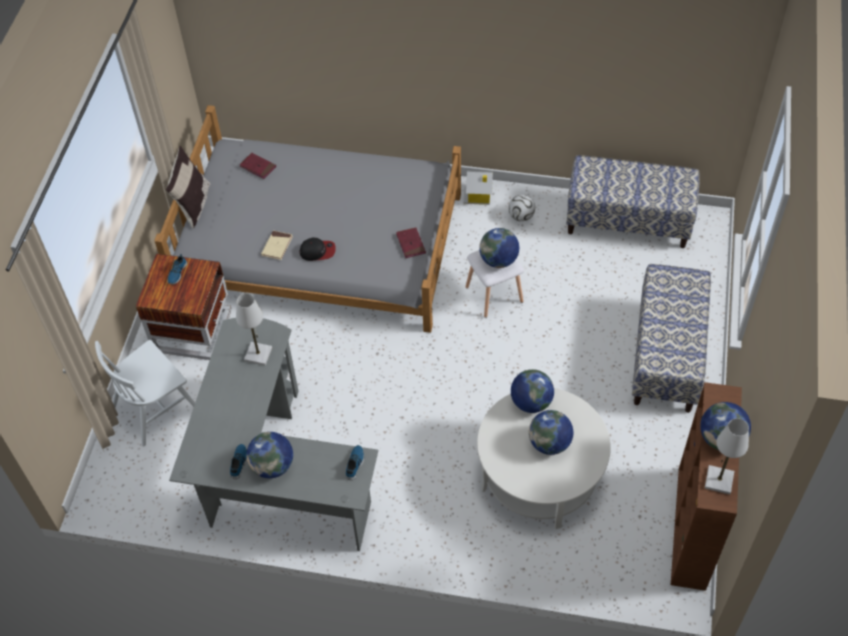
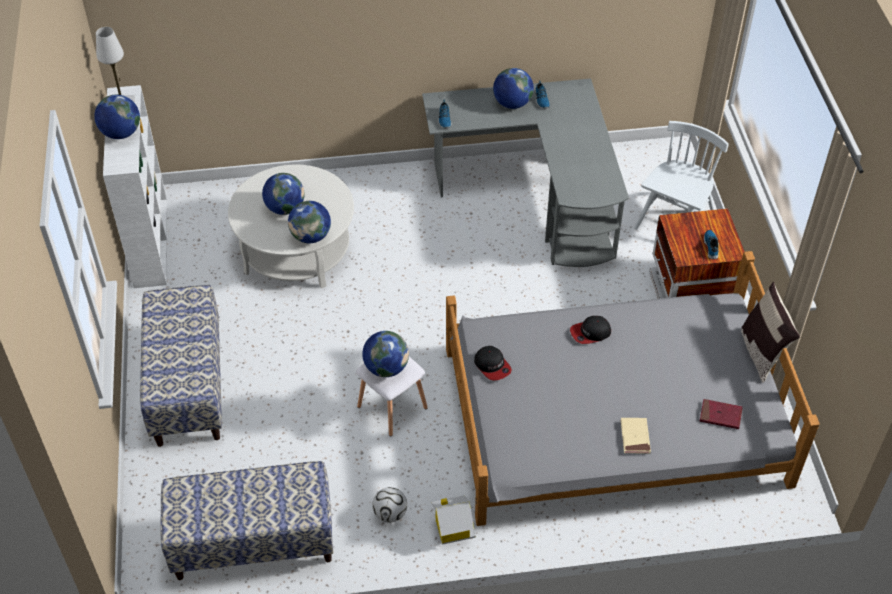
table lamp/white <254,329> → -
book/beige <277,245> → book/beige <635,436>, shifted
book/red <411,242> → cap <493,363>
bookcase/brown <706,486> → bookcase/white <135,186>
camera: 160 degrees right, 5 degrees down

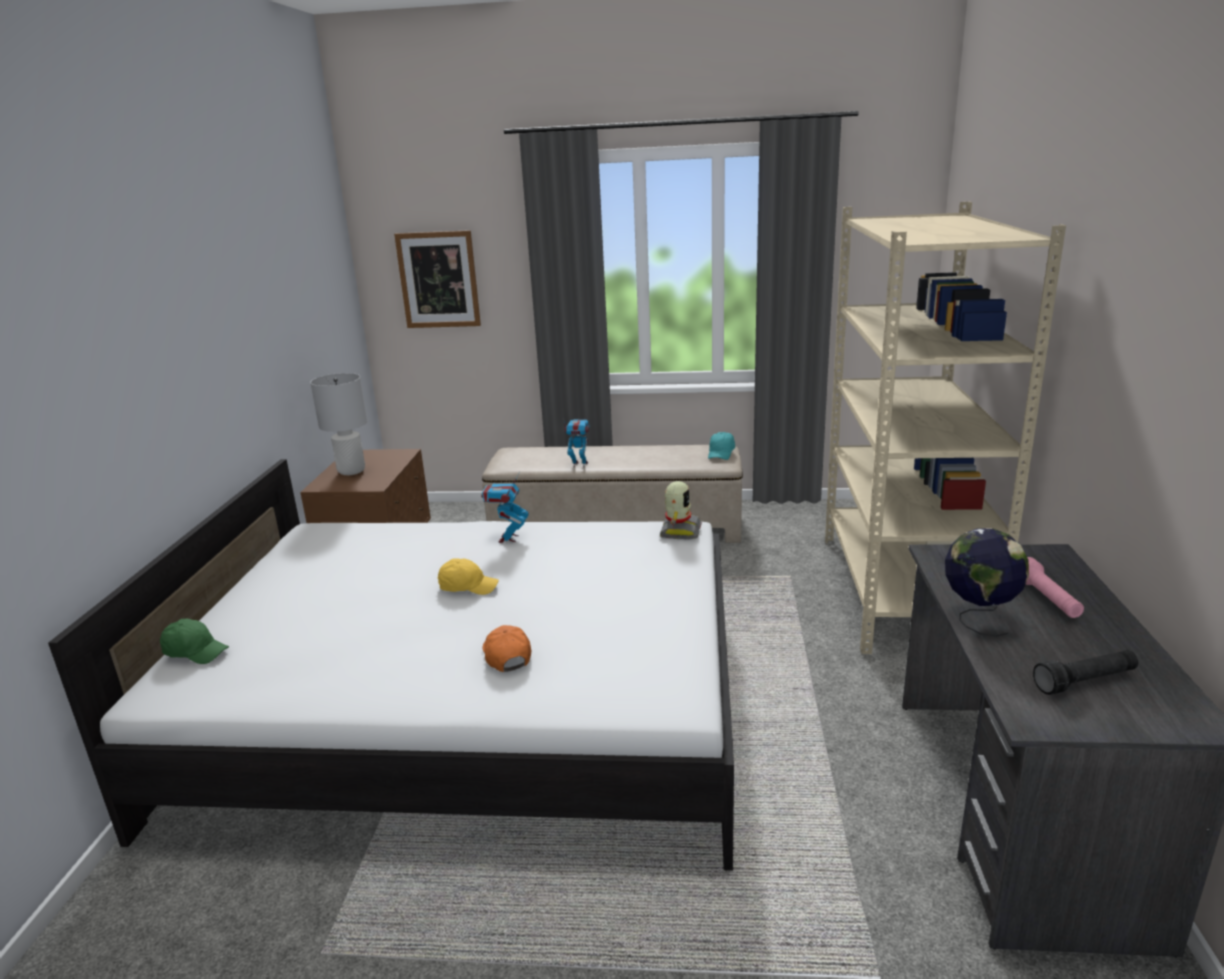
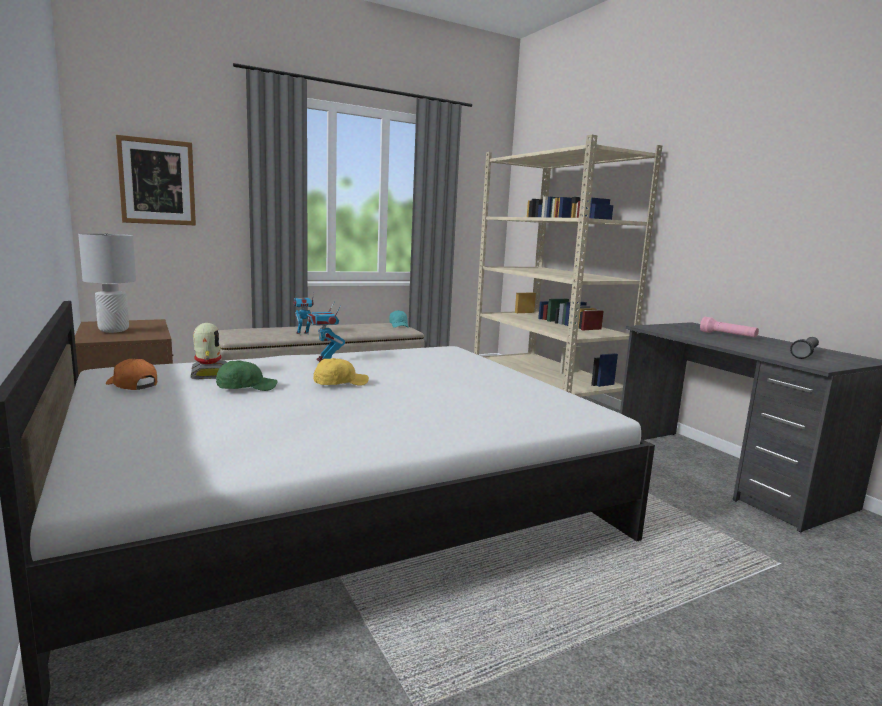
cap/green <194,641> → cap/green <246,375>, shifted
cap/orange <506,648> → cap/orange <131,374>, shifted
toy robot <681,510> → toy robot <209,351>, shifted
globe <987,582> → -
camera: 35 degrees left, 10 degrees down

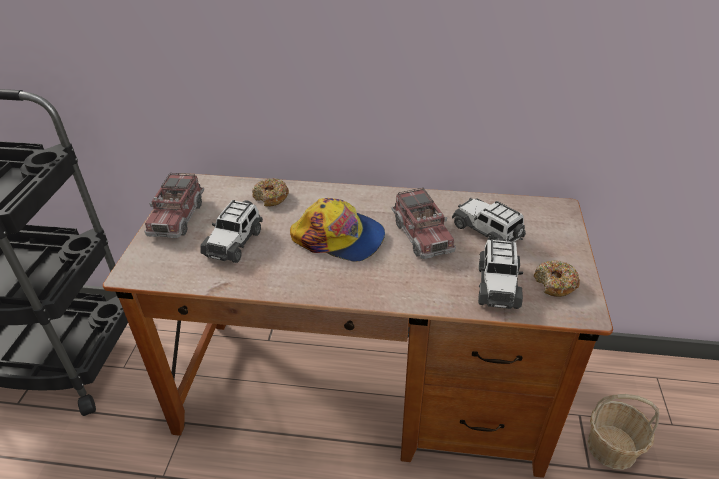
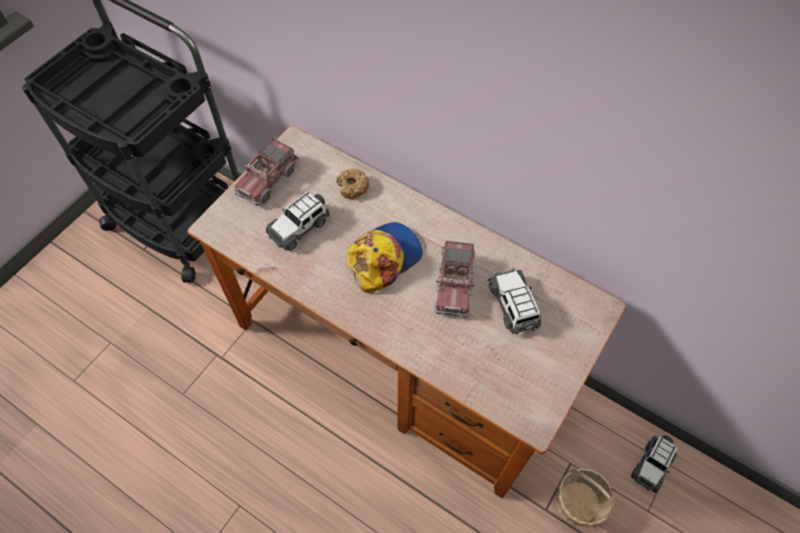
cap <337,230> → cap <384,257>, 90 degrees counterclockwise
toy car <500,273> → toy car <654,464>, shifted
donut <557,278> → -
camera: 25 degrees right, 20 degrees up

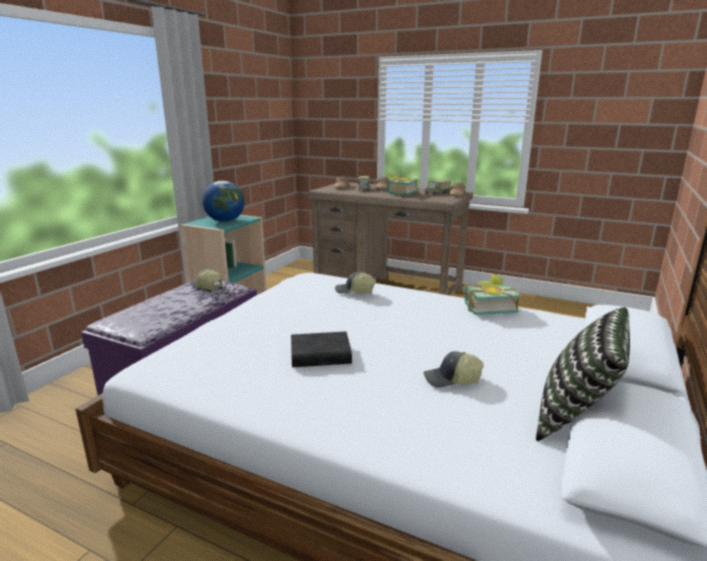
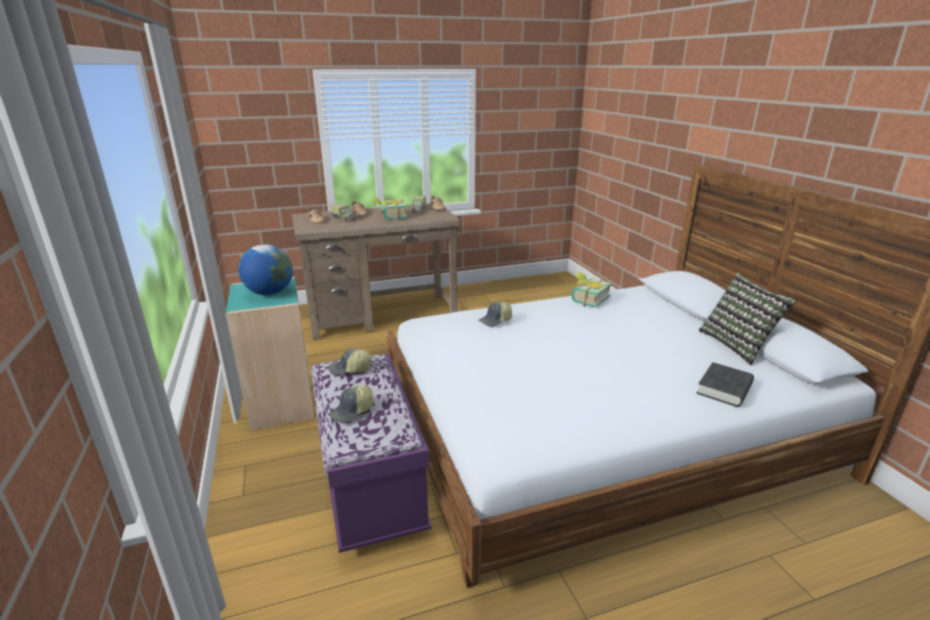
book/black <321,349> → book/black <725,384>, shifted
cap <453,369> → cap <350,404>, shifted
camera: 45 degrees left, 5 degrees up

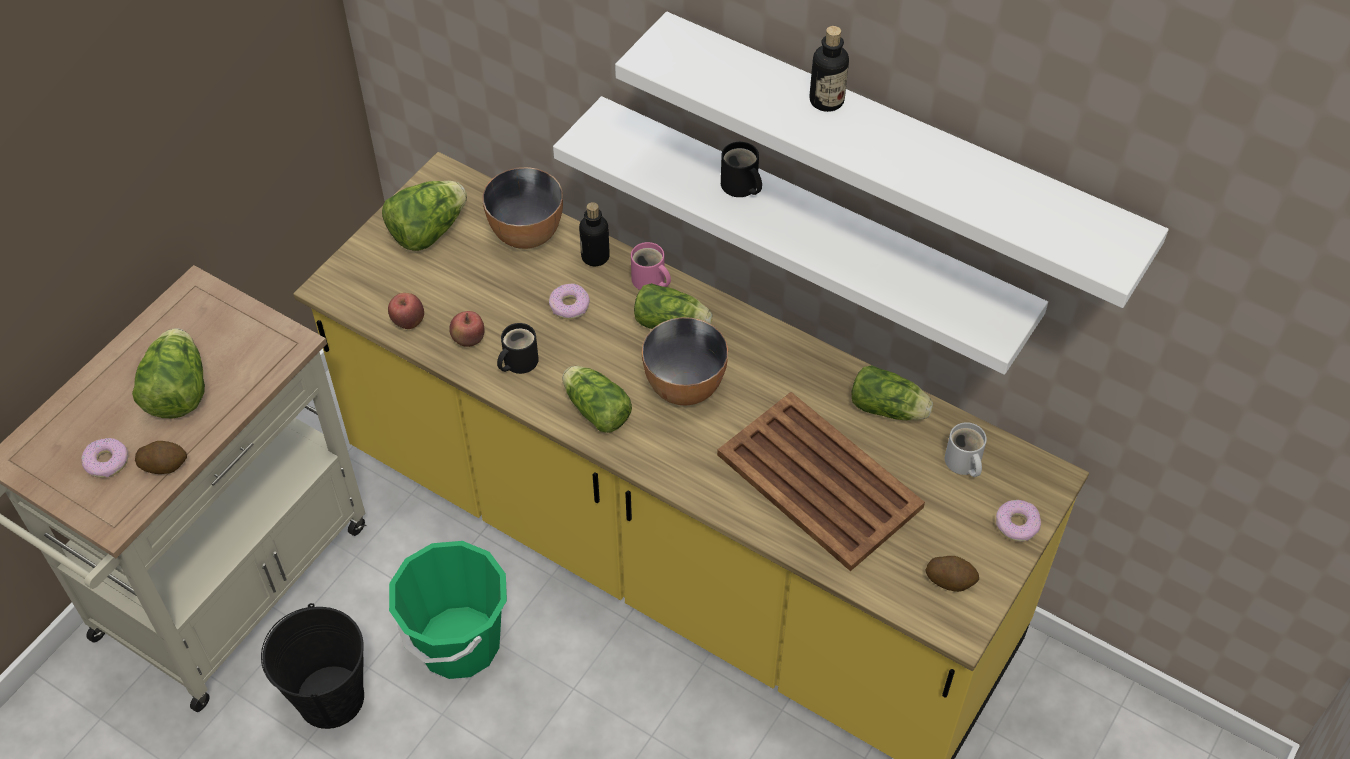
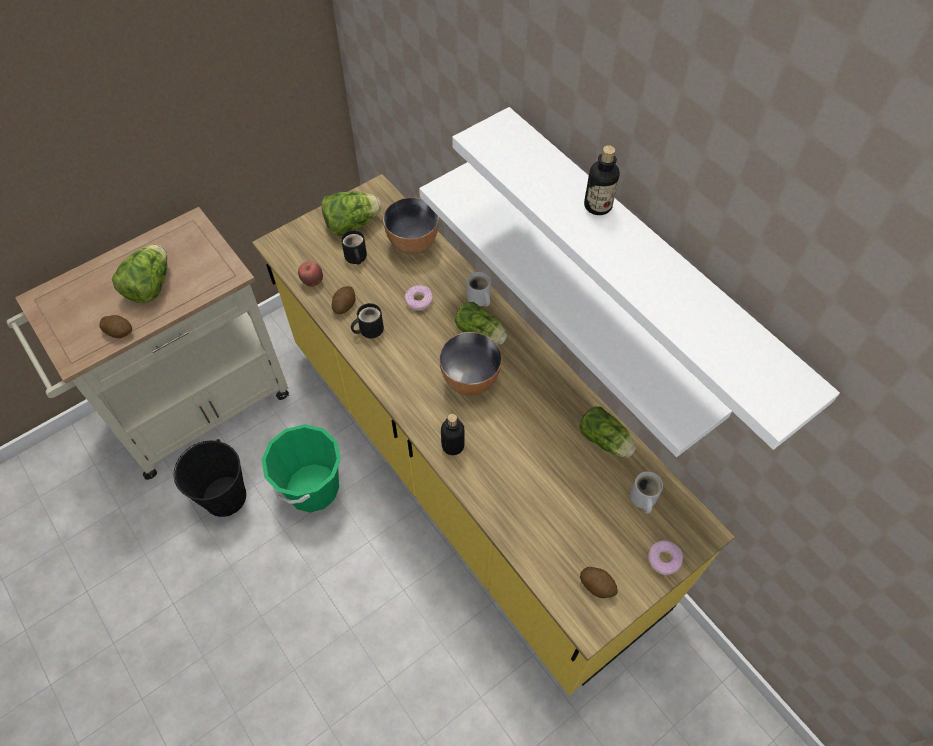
donut <104,458> → -
apple <467,329> → potato <343,300>
lettuce <597,399> → -
bottle <594,234> → bottle <452,434>, shifted
mug/pink <651,266> → mug/white <479,289>
tray/brown <821,481> → -
mug/black <741,169> → mug/black <354,247>, shifted
camera: 20 degrees right, 5 degrees up

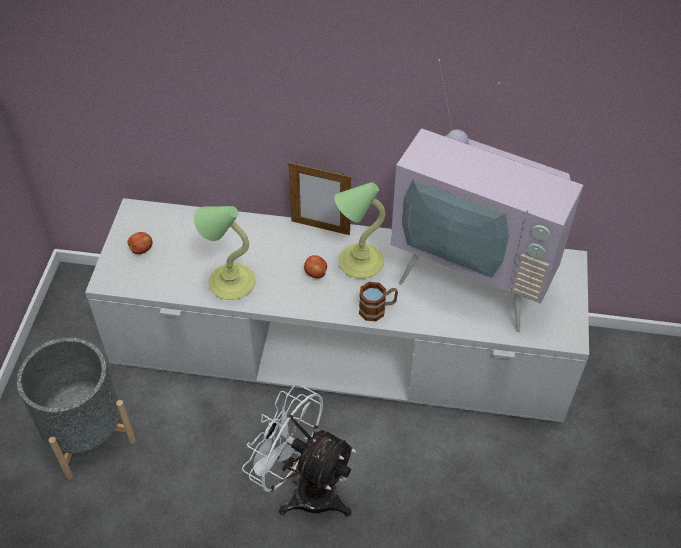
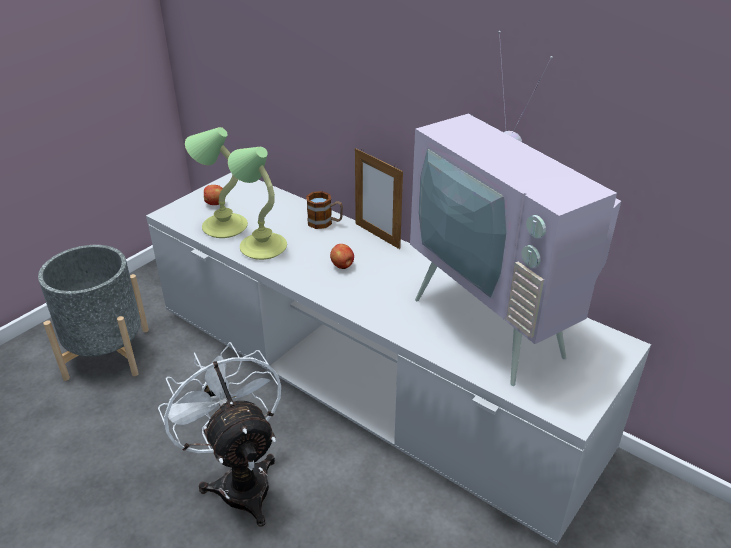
table lamp <360,230> → table lamp <216,182>, shifted
mug <378,302> → mug <324,210>, shifted
camera: 30 degrees right, 15 degrees down

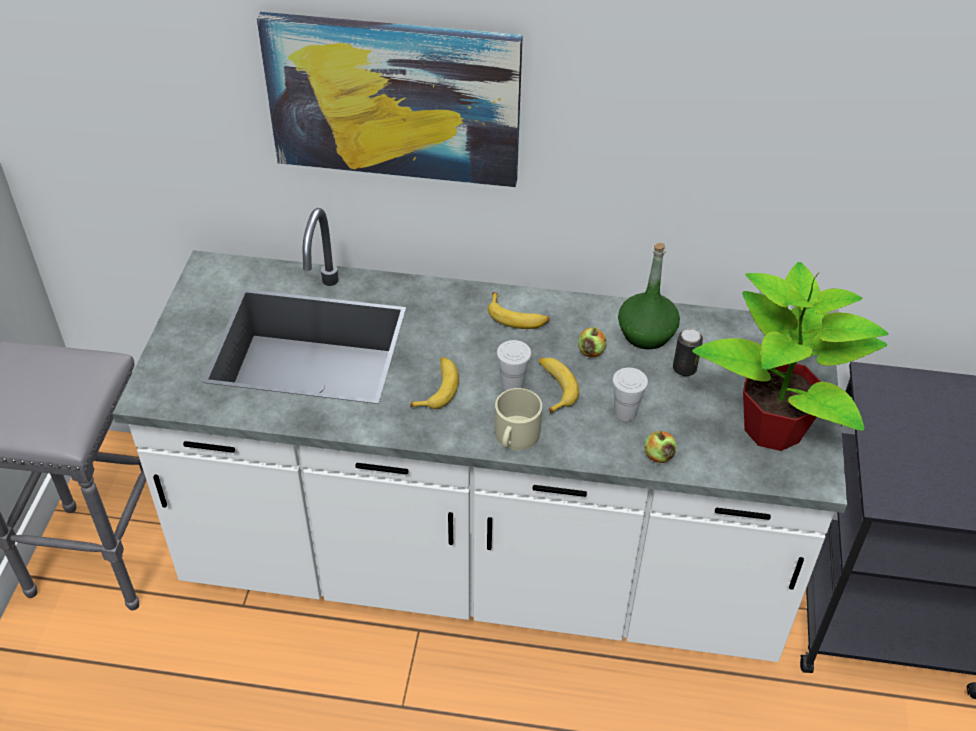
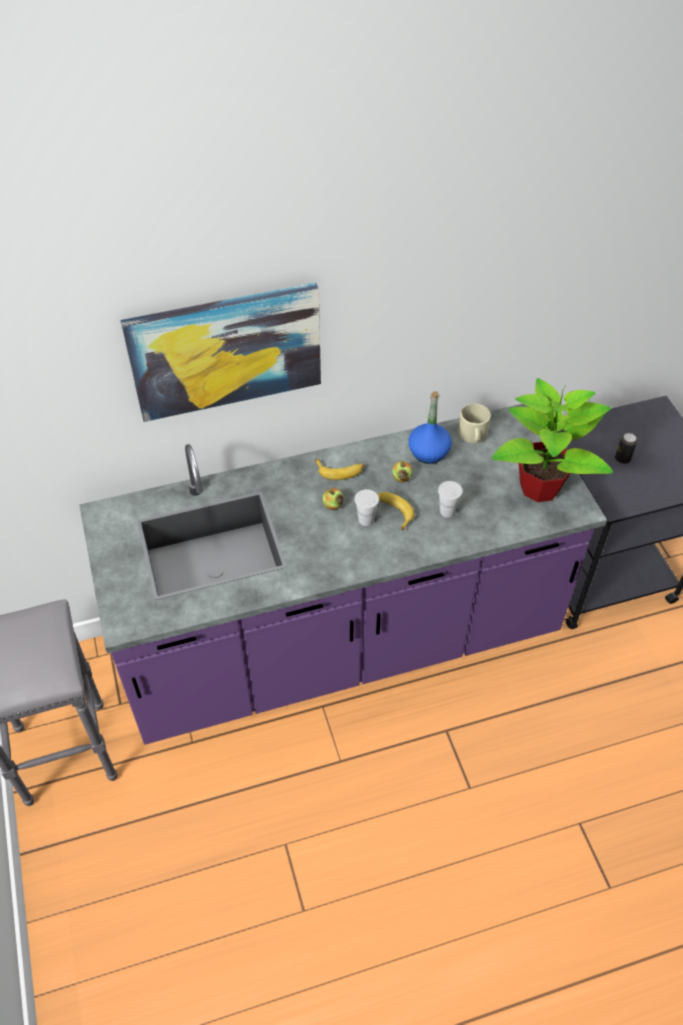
counter/white <479,435> → counter/purple <343,574>
banana <434,383> → -
mug/beige <518,419> → mug/beige <474,423>, shifted
bottle/green <649,296> → bottle/blue <430,427>
apple <660,447> → apple <333,499>, shifted
can <688,352> → can <626,448>, shifted
camera: 25 degrees left, 5 degrees up

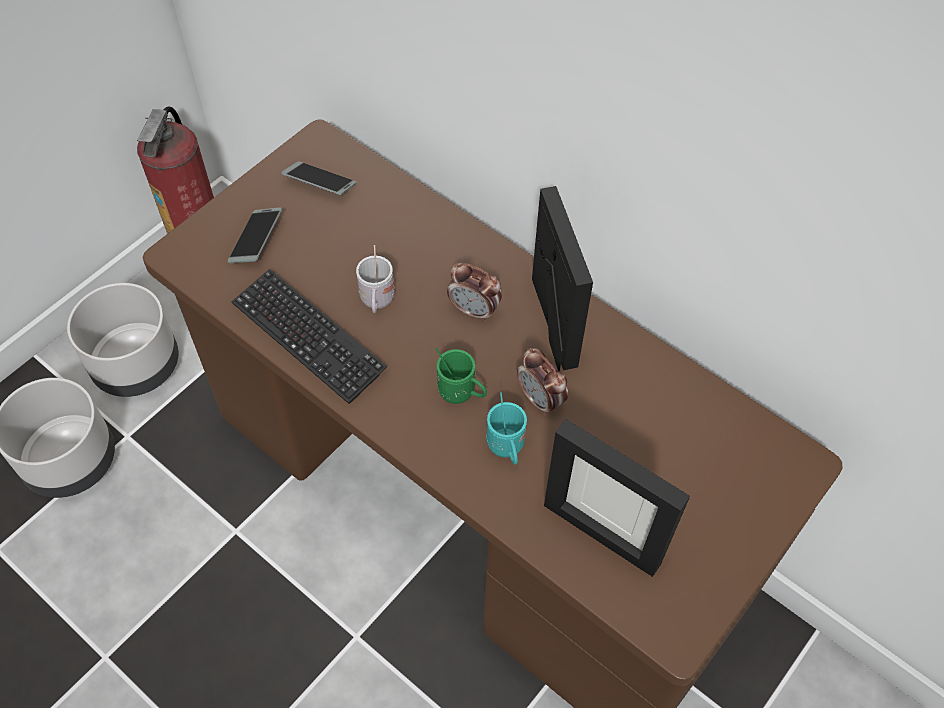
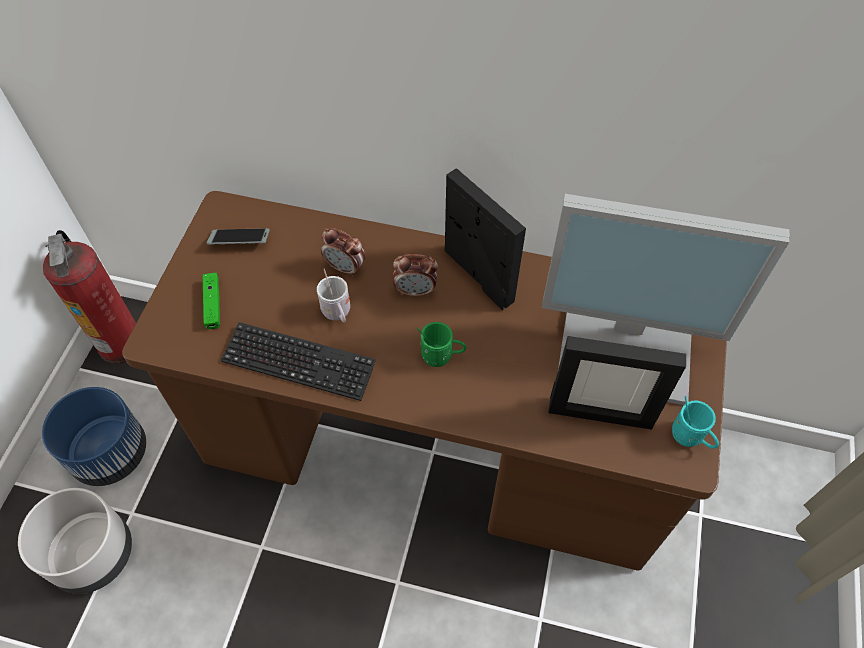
planter/grey <123,340> → planter/blue <94,436>
phone <255,235> → game controller/green <211,301>
mug/turquoise <506,428> → mug/turquoise <695,422>, shifted
alarm clock <542,381> → alarm clock <343,252>, shifted
- → monitor <666,299>
camera: 25 degrees left, 0 degrees up

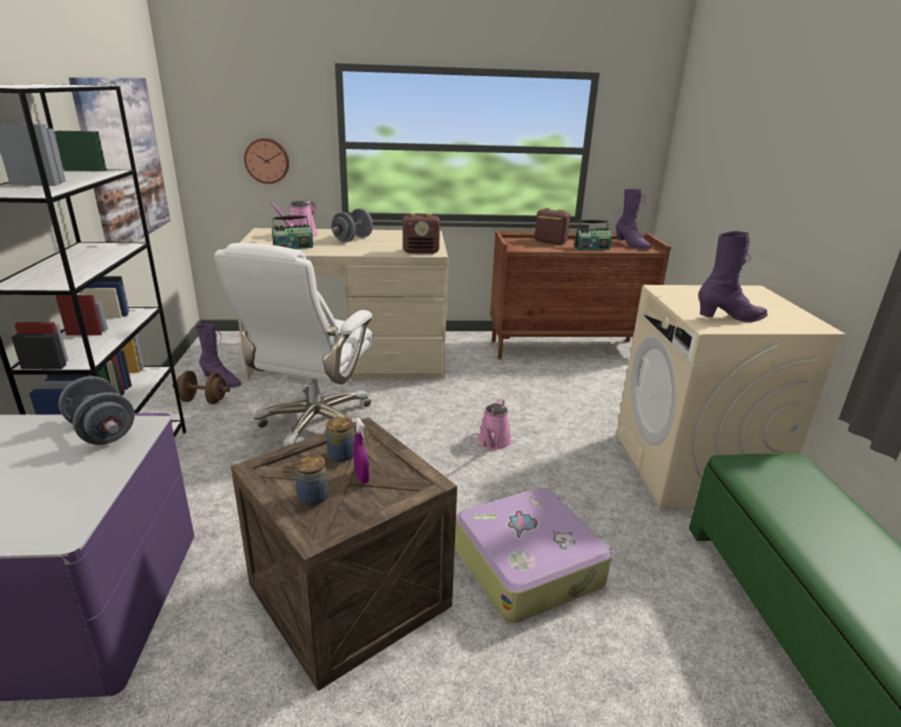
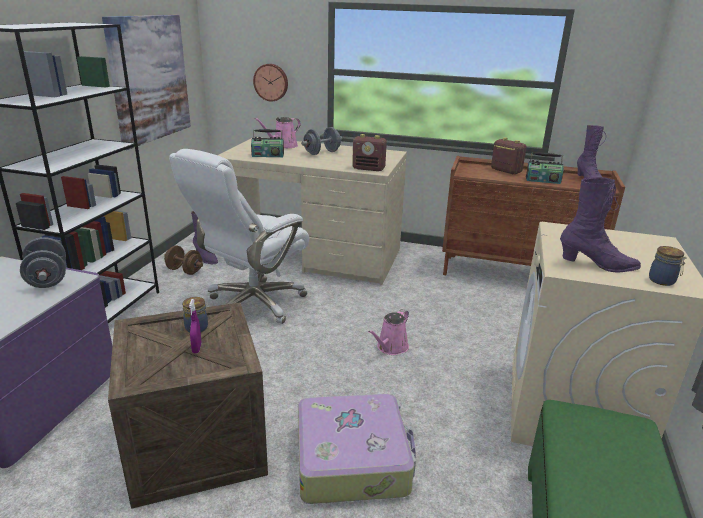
jar <312,480> → jar <668,266>, shifted
camera: 20 degrees right, 0 degrees up

